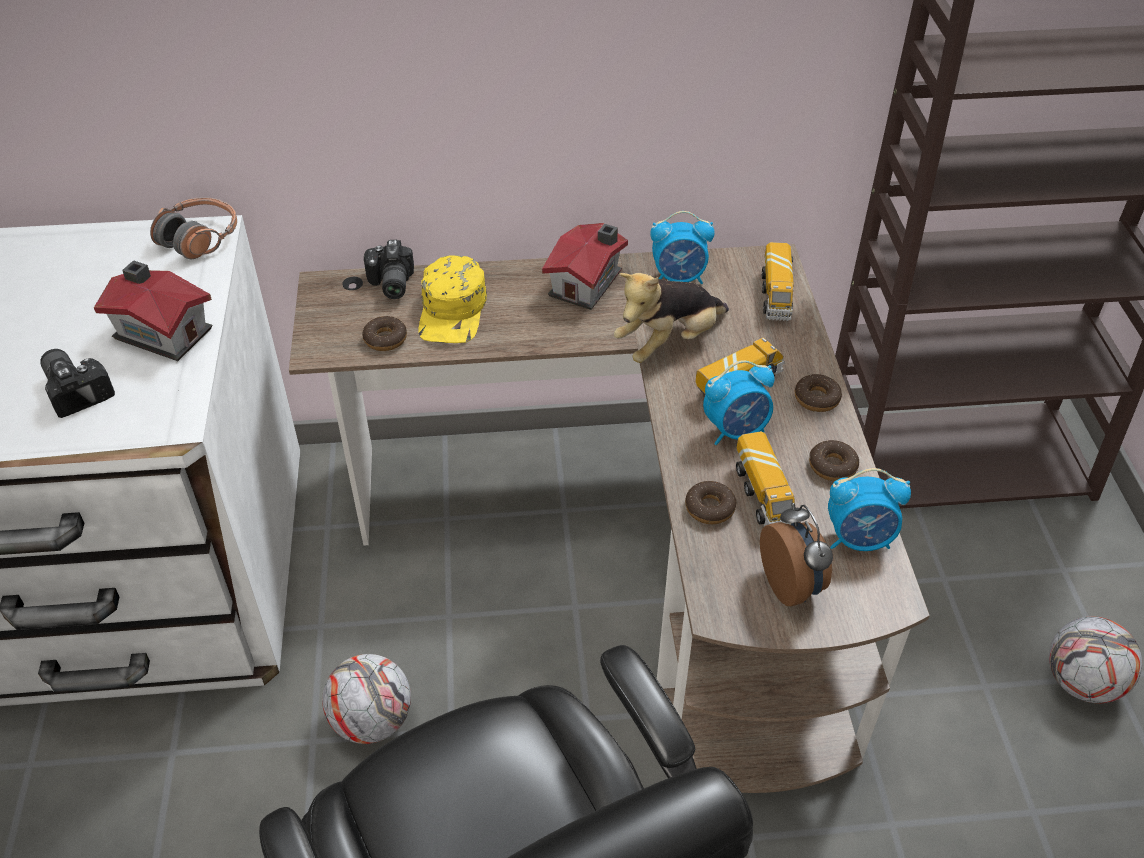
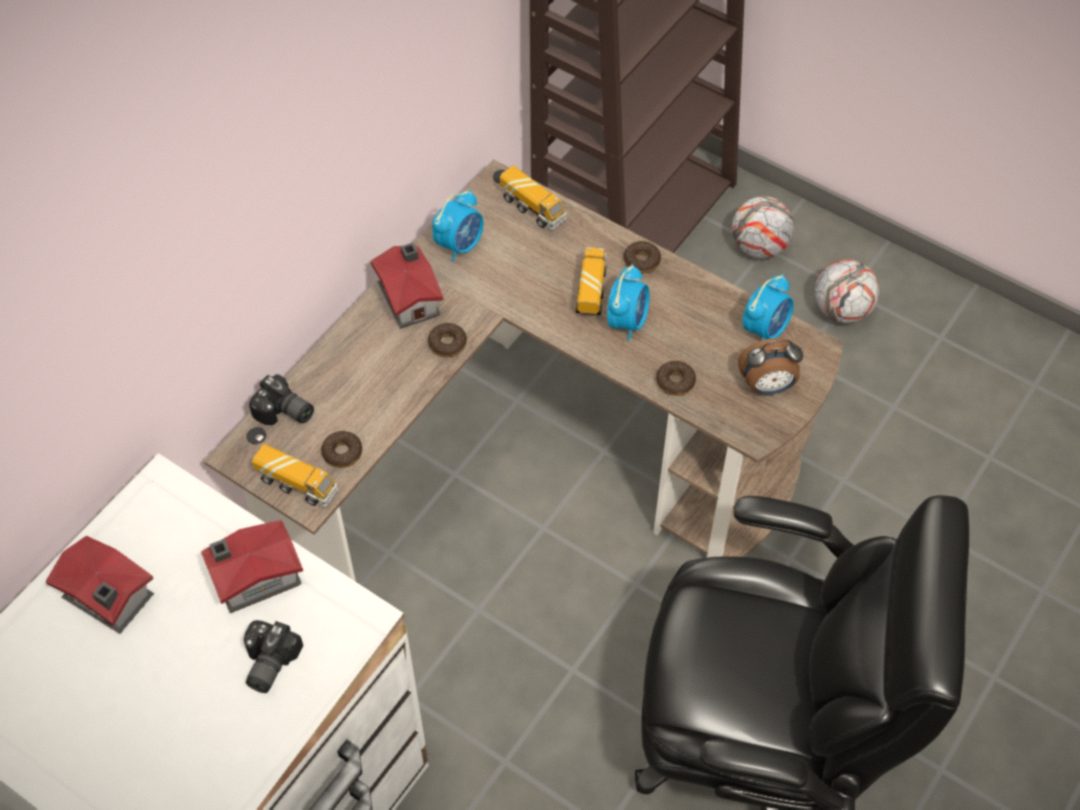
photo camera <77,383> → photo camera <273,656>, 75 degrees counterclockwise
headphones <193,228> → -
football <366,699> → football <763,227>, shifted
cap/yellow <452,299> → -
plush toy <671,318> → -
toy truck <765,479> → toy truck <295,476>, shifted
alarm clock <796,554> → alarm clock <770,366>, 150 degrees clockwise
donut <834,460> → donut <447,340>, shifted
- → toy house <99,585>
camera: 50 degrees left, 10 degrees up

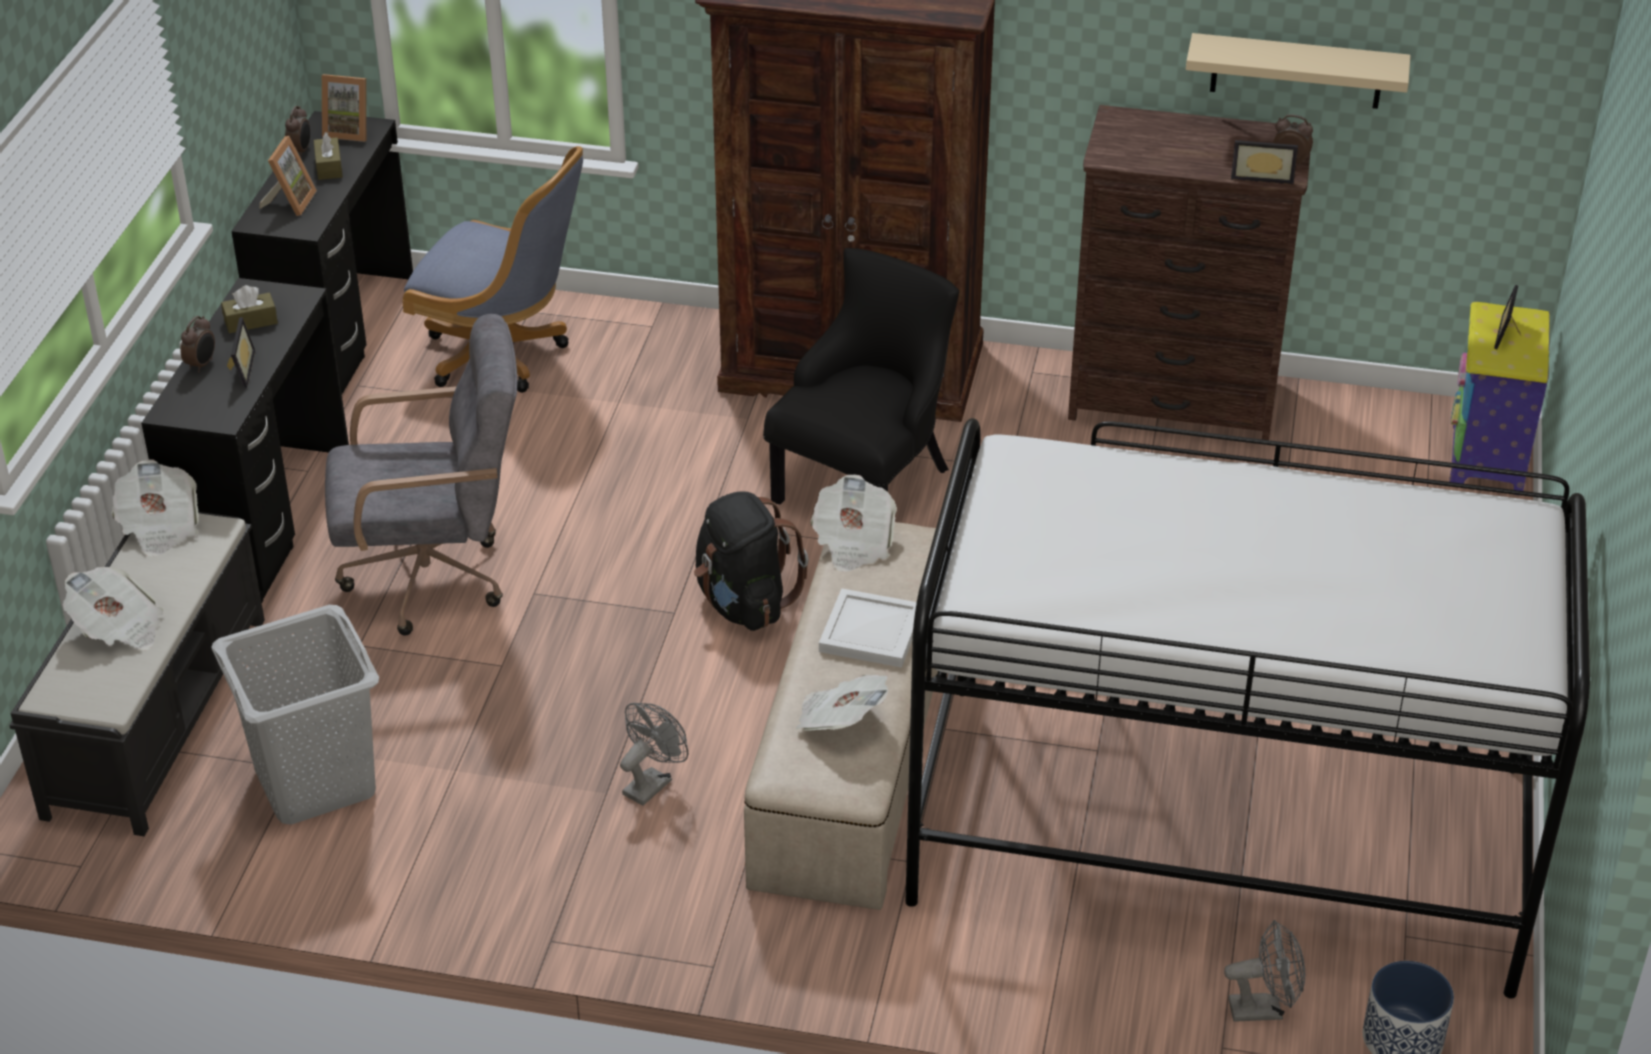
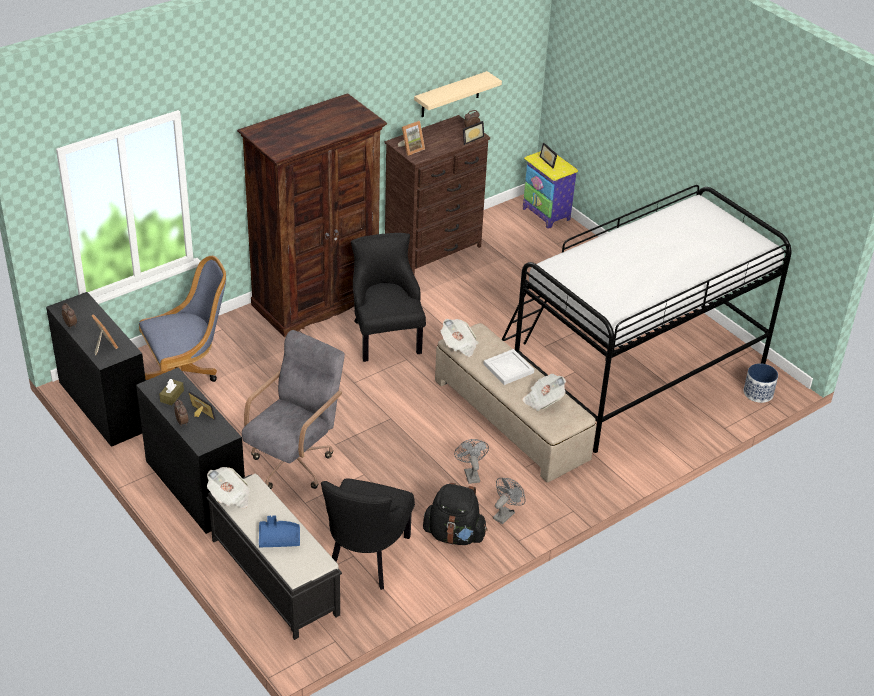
newspaper <113,608> → tray/blue <279,531>
laundry basket/grey <295,715> → chair/black <368,534>
tissue box/brown <328,156> → -
picture frame <344,108> → picture frame <411,138>, shifted
backpack/black <751,561> → backpack/black <455,514>, shifted
fan/grey <1264,971> → fan/grey <509,501>, shifted
camera: 50 degrees left, 0 degrees up

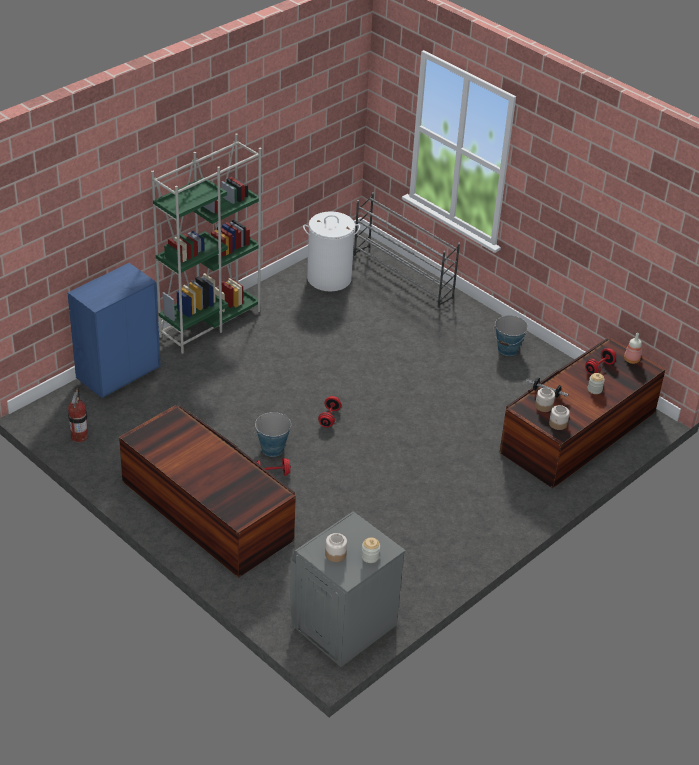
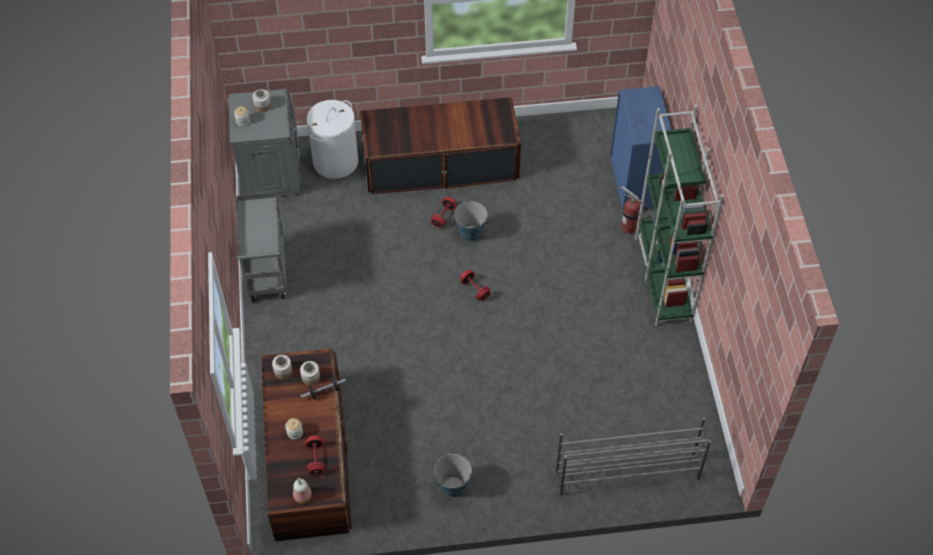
fire extinguisher <78,414> → fire extinguisher <634,210>, shifted
laundry basket/white <331,251> → laundry basket/white <332,139>, shifted
- → cart/grey <261,247>
camera: 130 degrees right, 15 degrees up

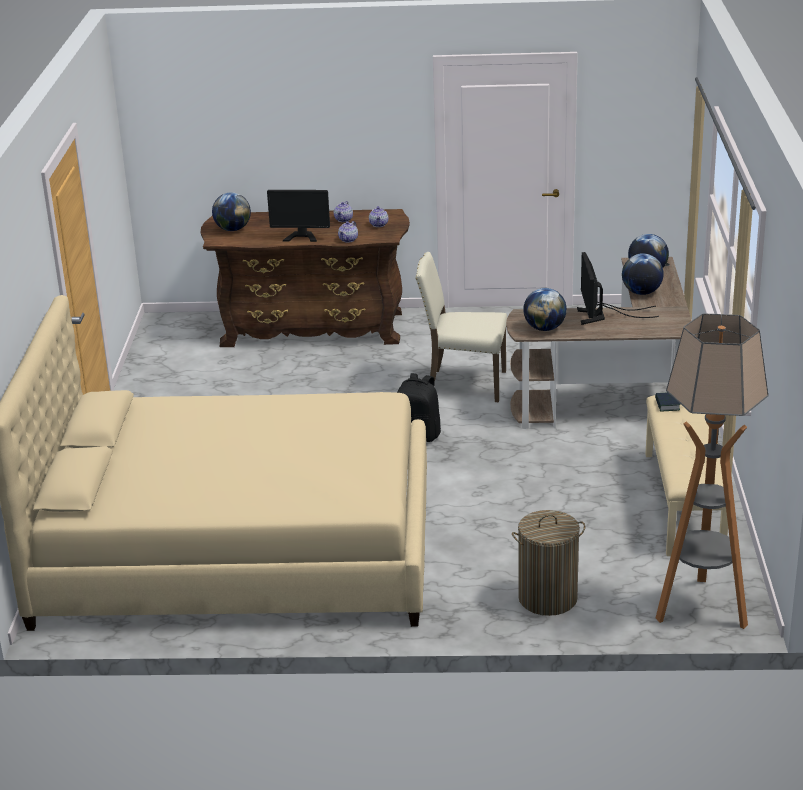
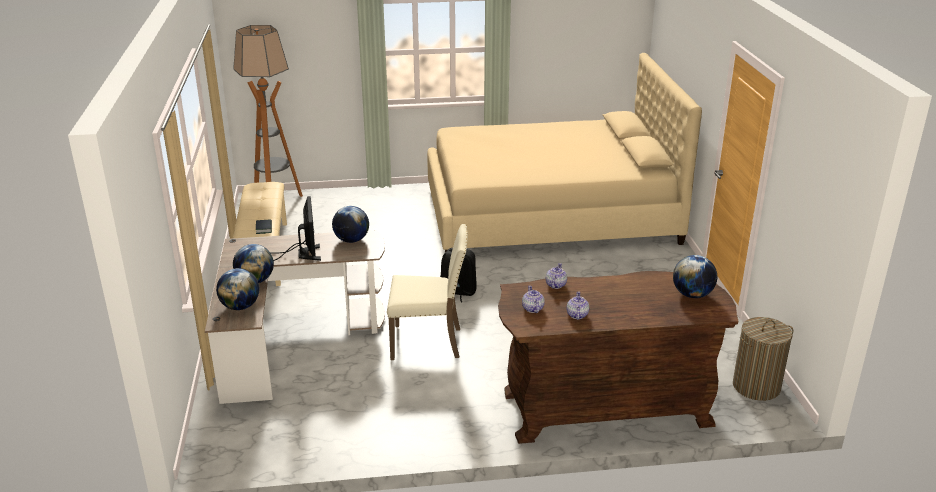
monitor <298,216> → -
laundry basket <548,563> → laundry basket <763,359>, shifted
camera: 170 degrees right, 0 degrees up

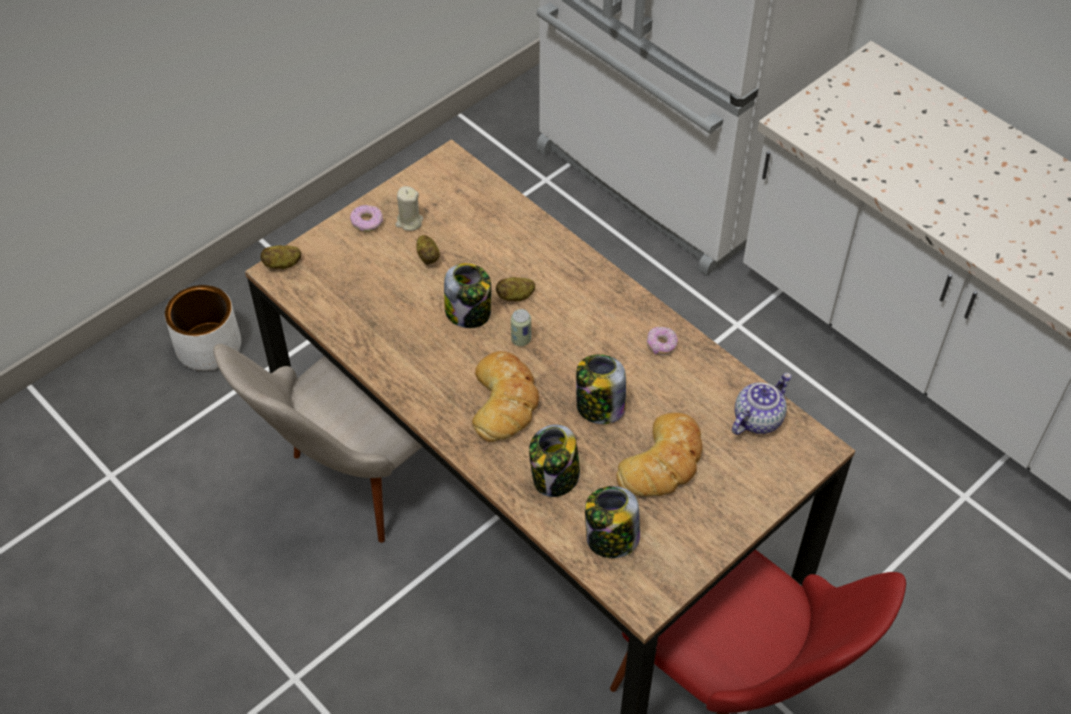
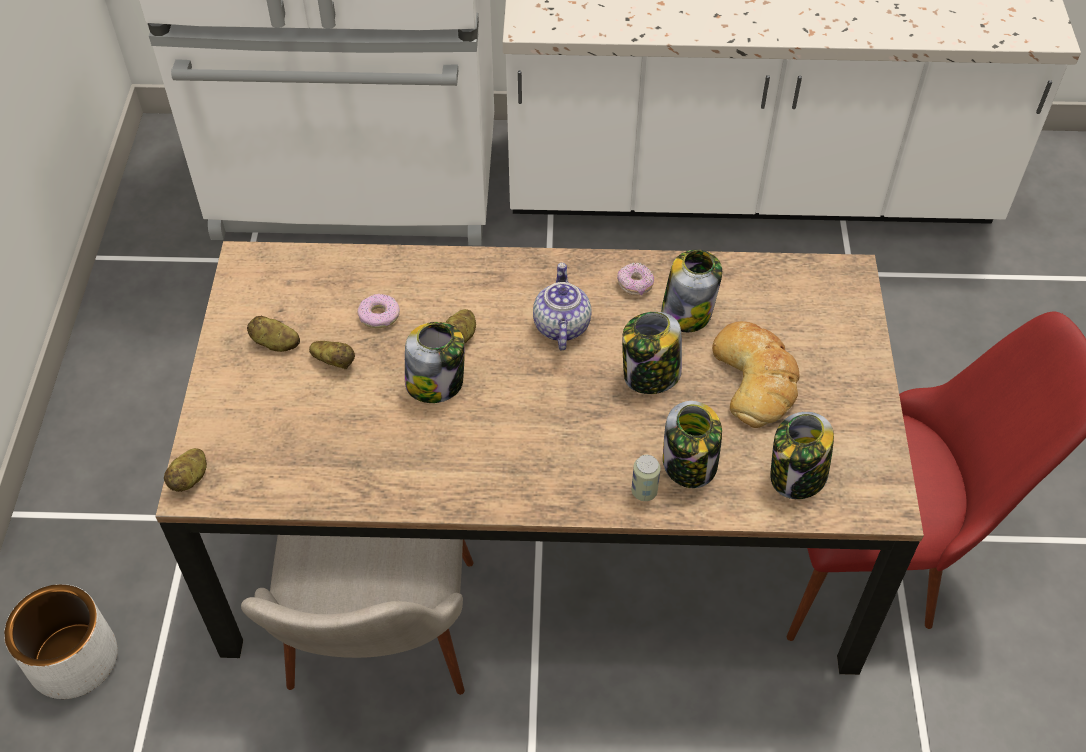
donut <366,218> → donut <378,311>, shifted
candle/beige <409,208> → potato <273,334>
bread <505,396> → -
can <521,327> → can <646,478>, shifted
teapot <761,404> → teapot <562,306>, shifted
- → jar <691,291>
camera: 45 degrees left, 0 degrees up

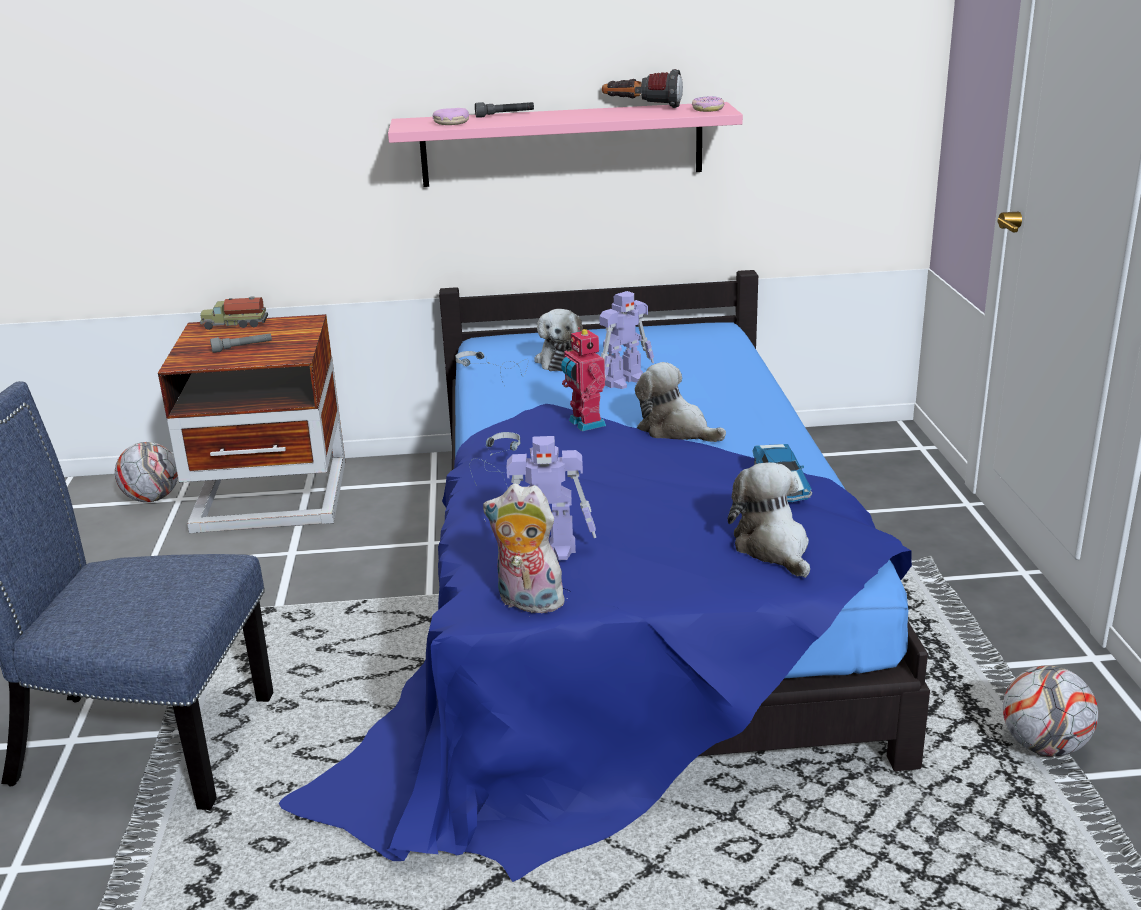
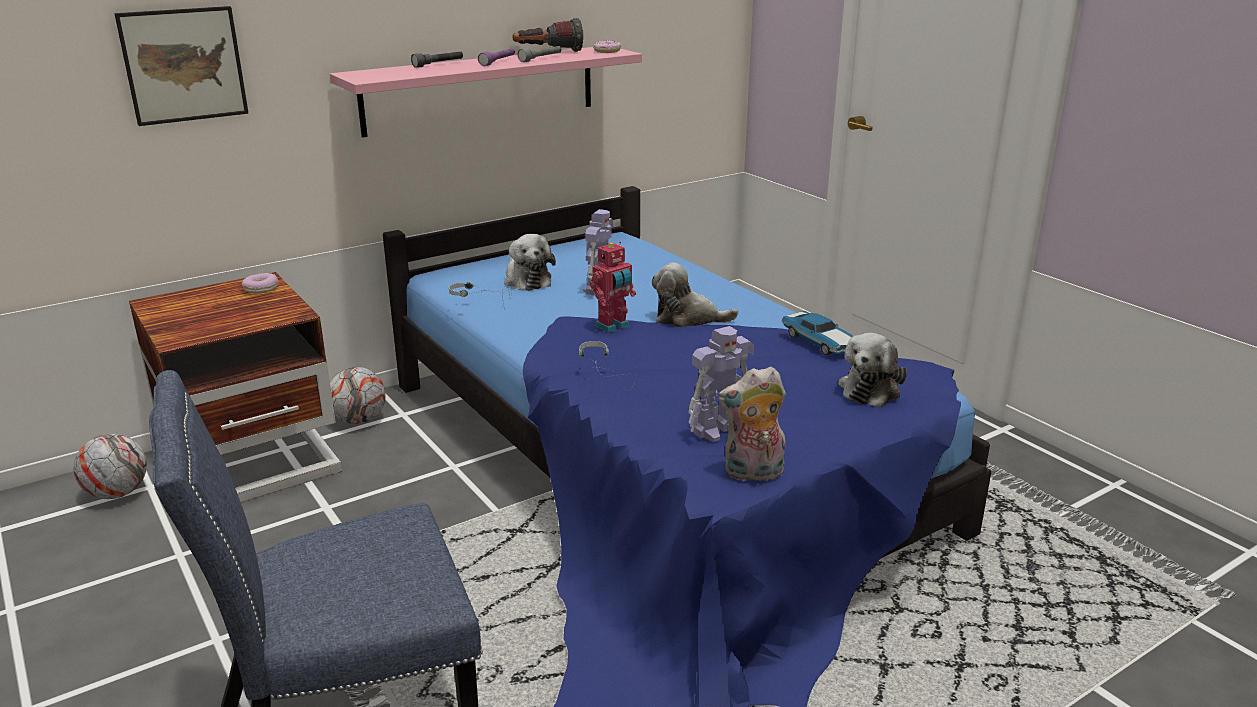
toy truck <234,313> → -
flashlight/grey <241,343> → flashlight/grey <539,54>, shifted
donut <451,116> → donut <260,283>, shifted
toy robot <583,379> → toy robot <613,287>, 75 degrees counterclockwise
plush toy <768,520> → plush toy <872,370>, 105 degrees counterclockwise
football <1050,711> → football <358,395>, shifted
- → picture <181,66>
- → flashlight/purple <496,57>
camera: 30 degrees left, 0 degrees up

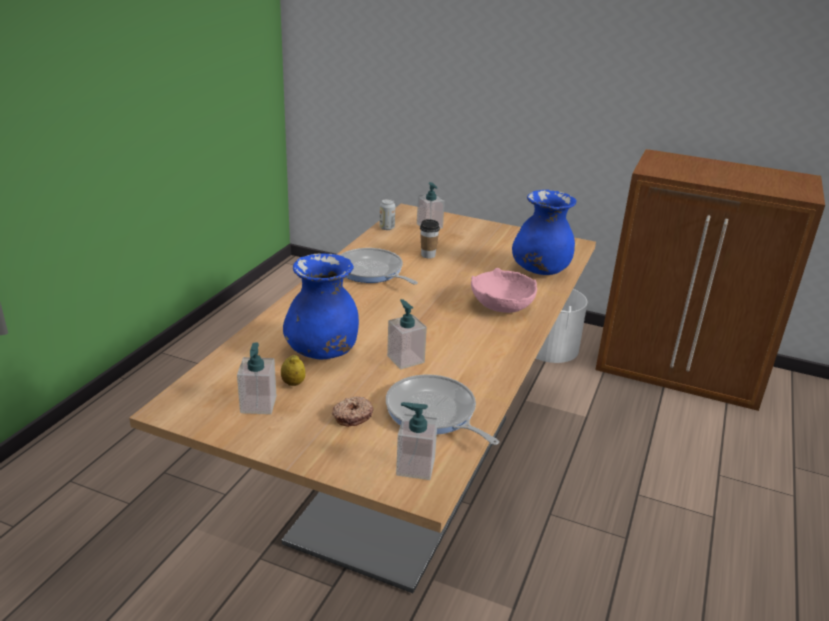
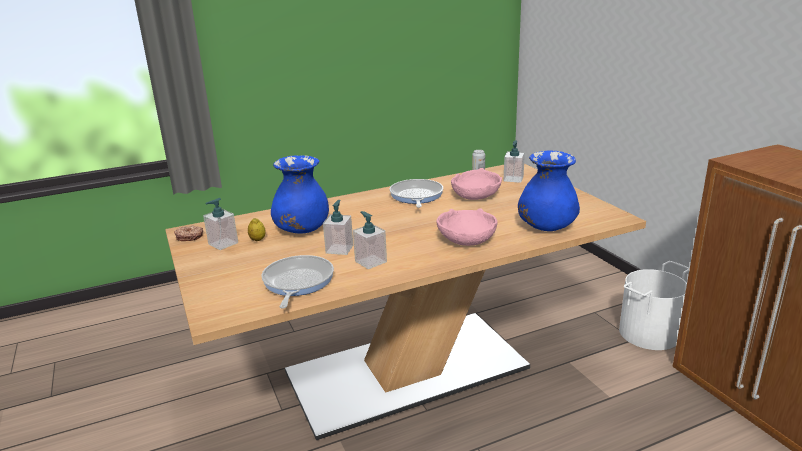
donut <352,411> → donut <188,233>, shifted
soap dispenser <417,441> → soap dispenser <370,240>, shifted
cup <430,238> → bowl/pink <476,184>
camera: 45 degrees right, 5 degrees down

